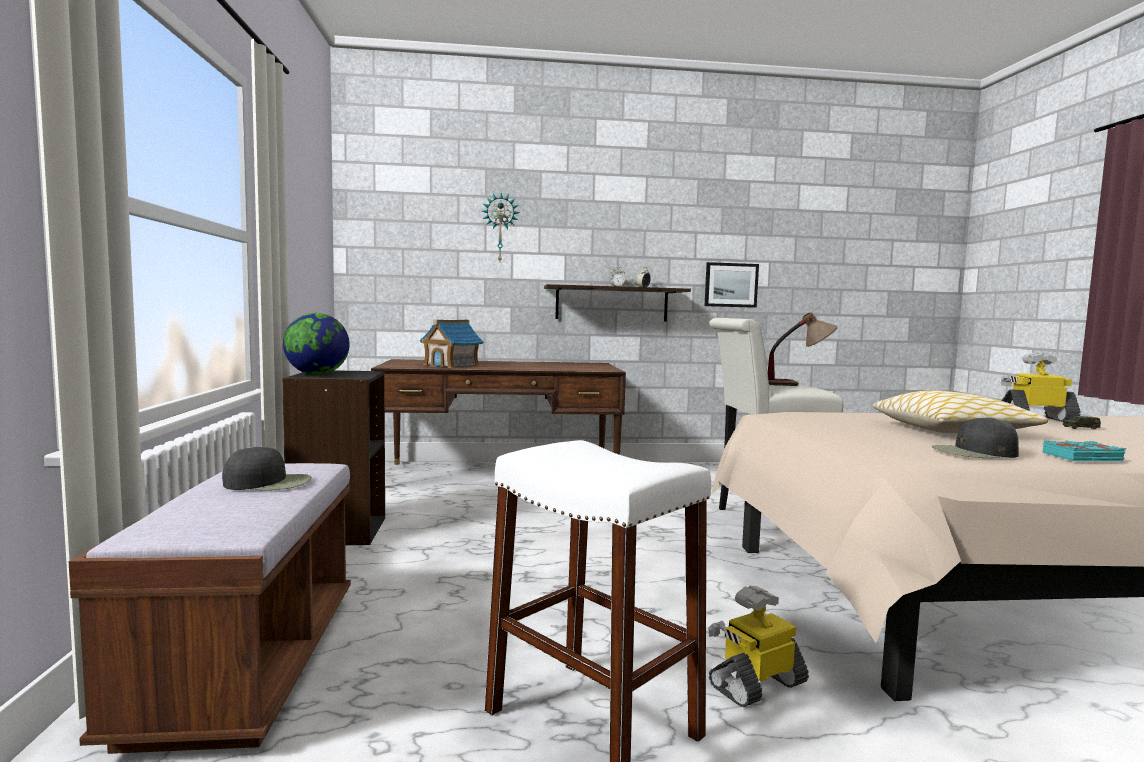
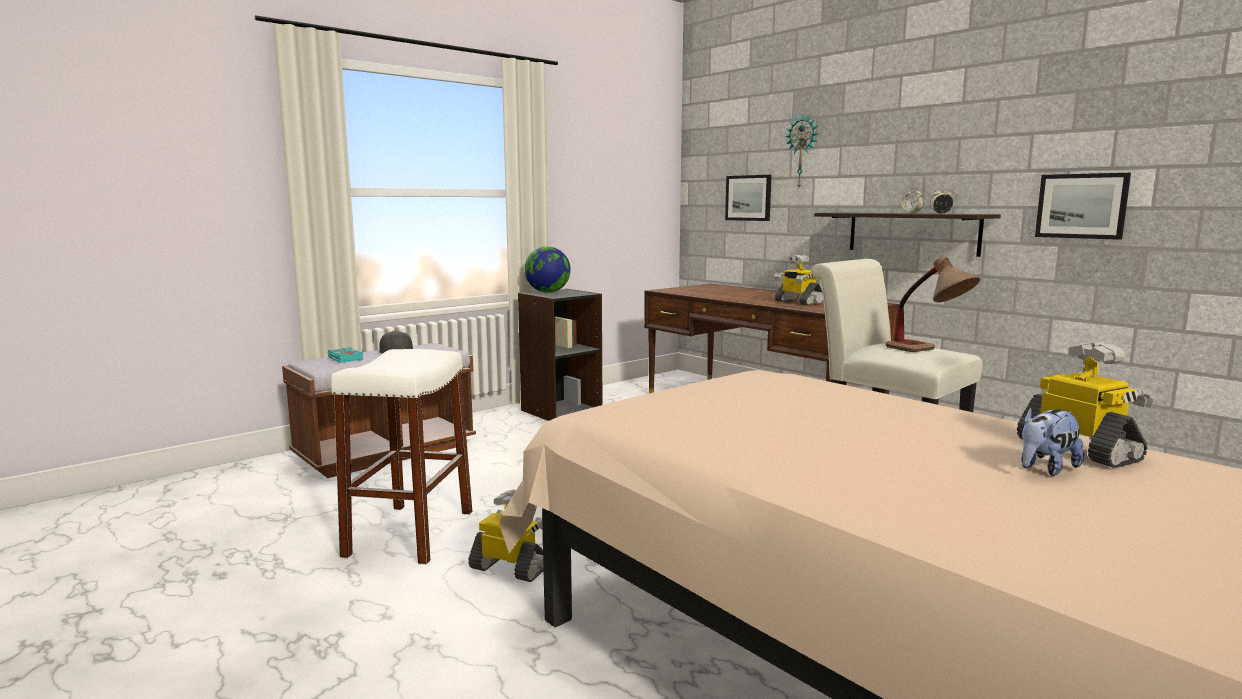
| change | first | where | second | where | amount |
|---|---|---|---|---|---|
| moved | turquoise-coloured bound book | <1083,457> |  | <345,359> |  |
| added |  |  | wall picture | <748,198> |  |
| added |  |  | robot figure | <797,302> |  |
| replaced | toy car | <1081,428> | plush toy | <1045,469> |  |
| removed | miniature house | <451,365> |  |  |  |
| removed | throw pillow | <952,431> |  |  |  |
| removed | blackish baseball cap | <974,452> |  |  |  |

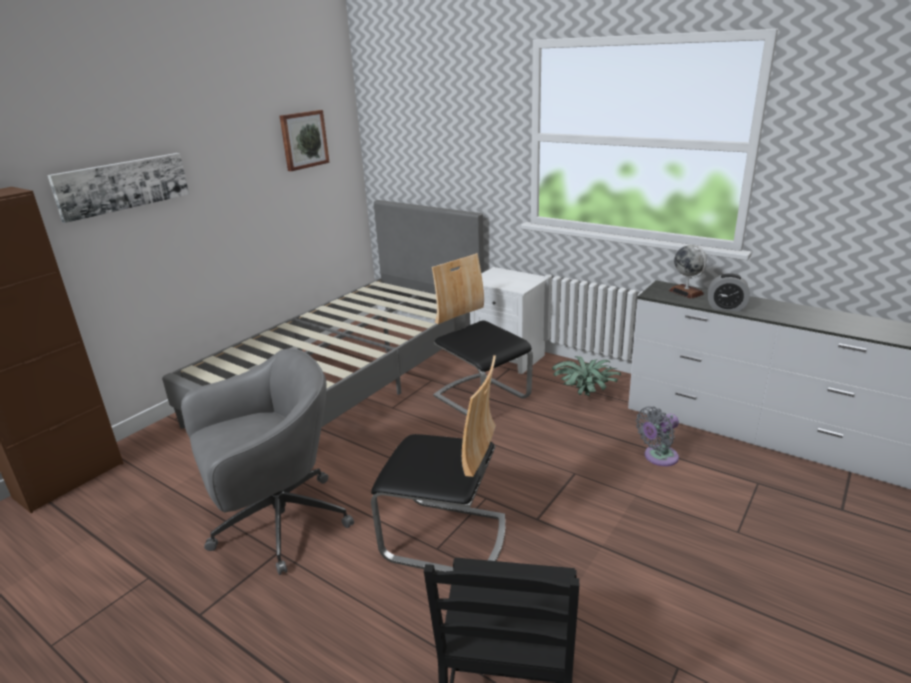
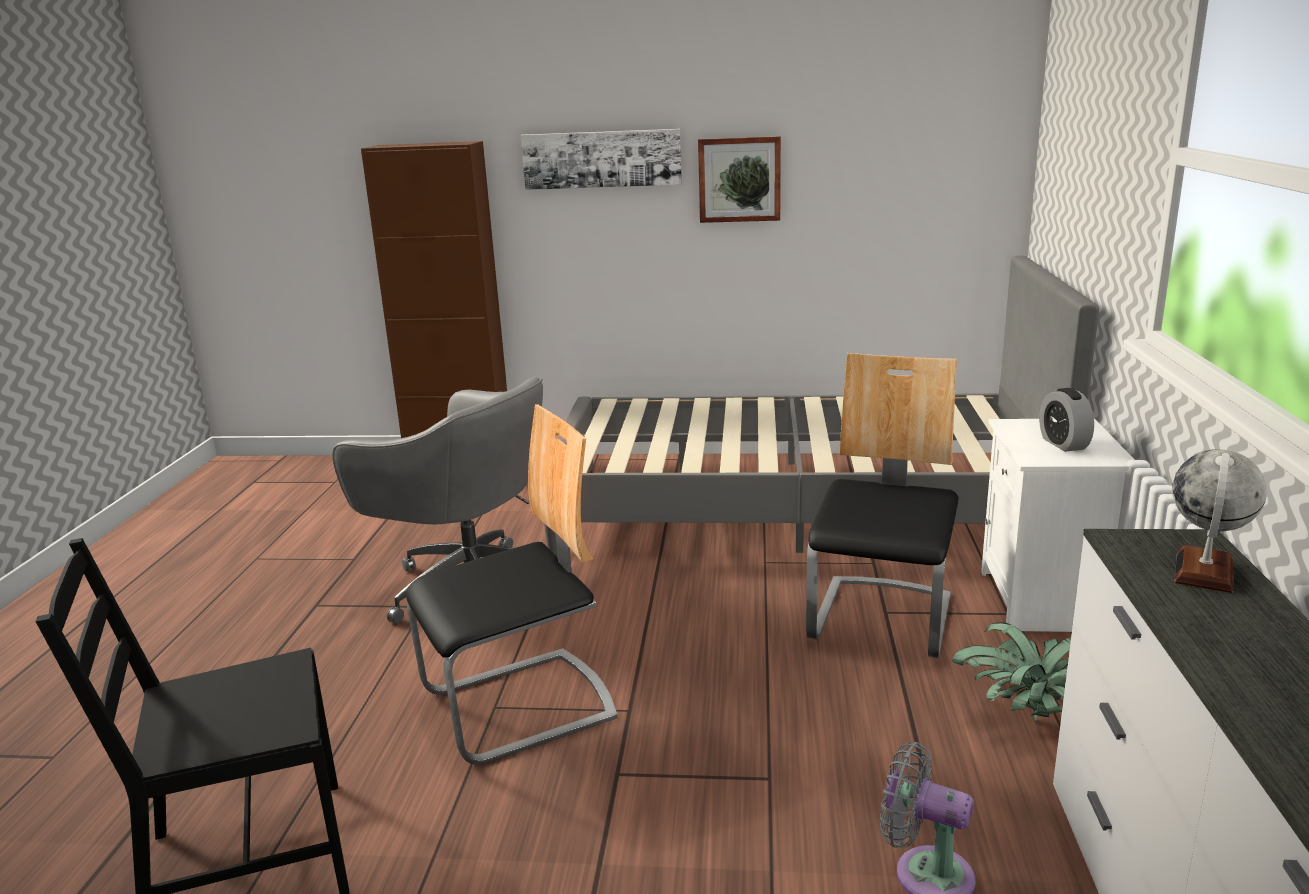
| change | first | where | second | where | amount |
|---|---|---|---|---|---|
| turned | upright chair | <445,538> |  | <520,706> | 105 degrees counterclockwise |
| moved | wall picture | <303,140> |  | <739,179> |  |
| moved | bedside clock | <726,307> |  | <1063,444> |  |

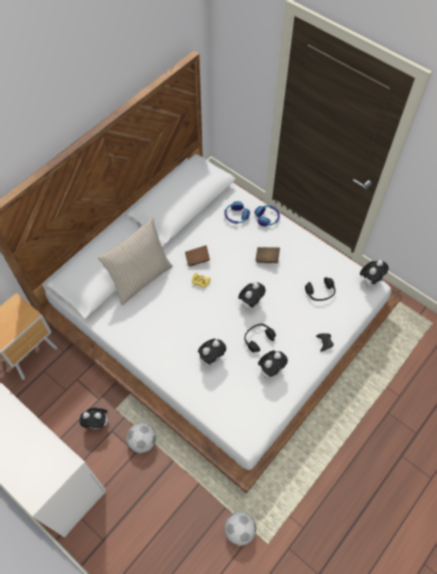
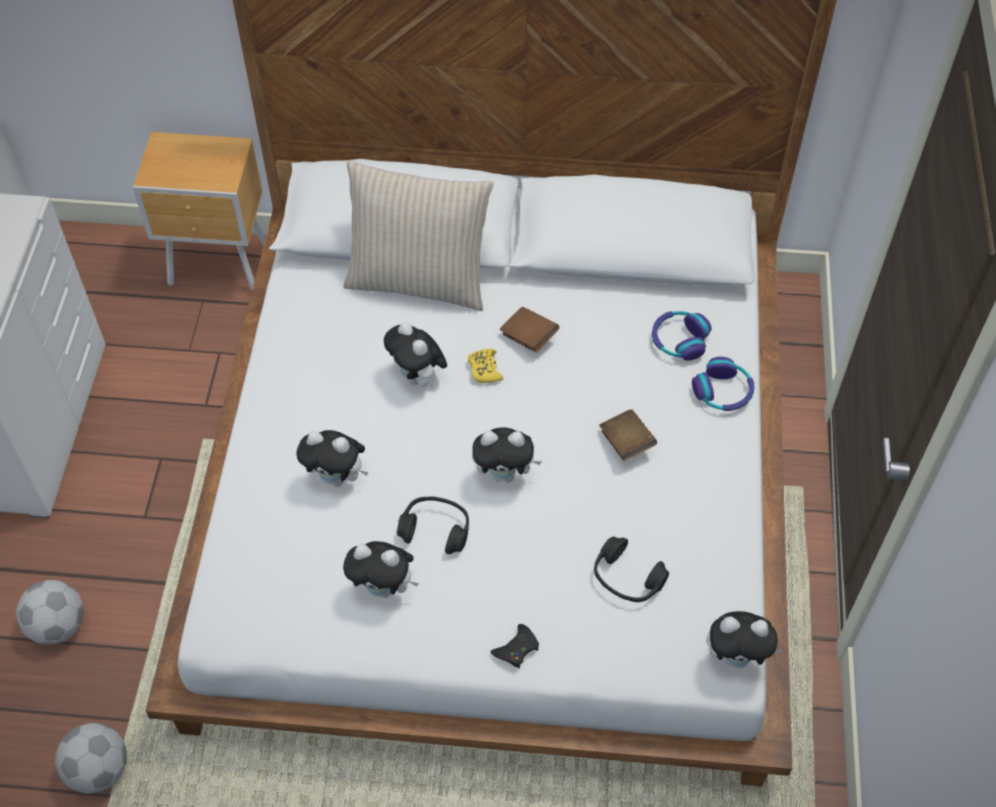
| change | first | where | second | where | amount |
|---|---|---|---|---|---|
| moved | football | <143,442> |  | <58,626> |  |
| moved | plush toy | <98,423> |  | <418,378> |  |

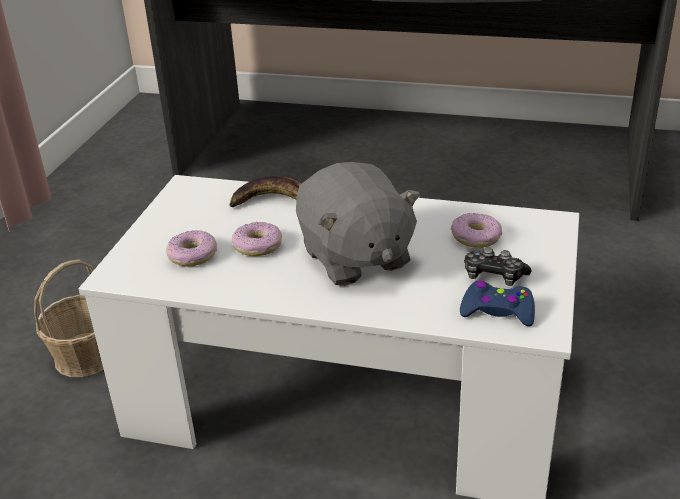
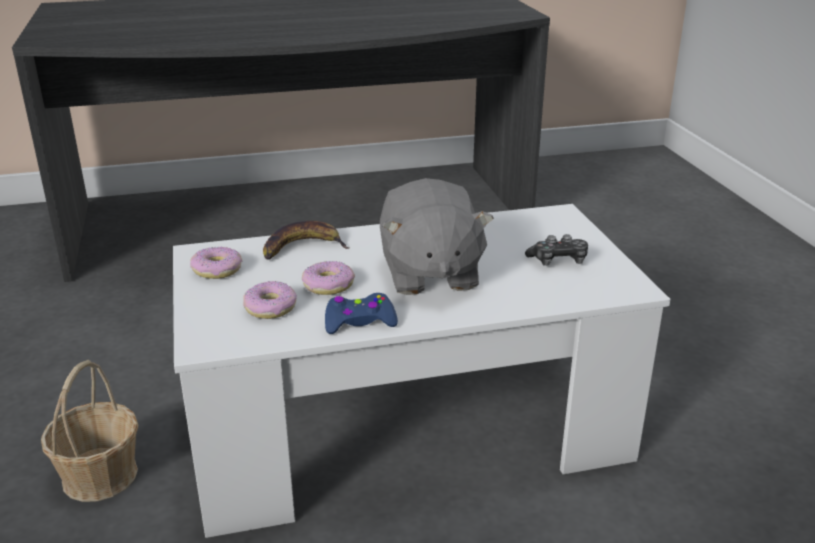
| change | first | where | second | where | amount |
|---|---|---|---|---|---|
| moved | ring doughnut | <476,237> |  | <217,269> |  |
| moved | blue joypad | <497,311> |  | <359,322> |  |
| turned | greyish plush toy | <355,257> |  | <429,274> | 45 degrees clockwise |

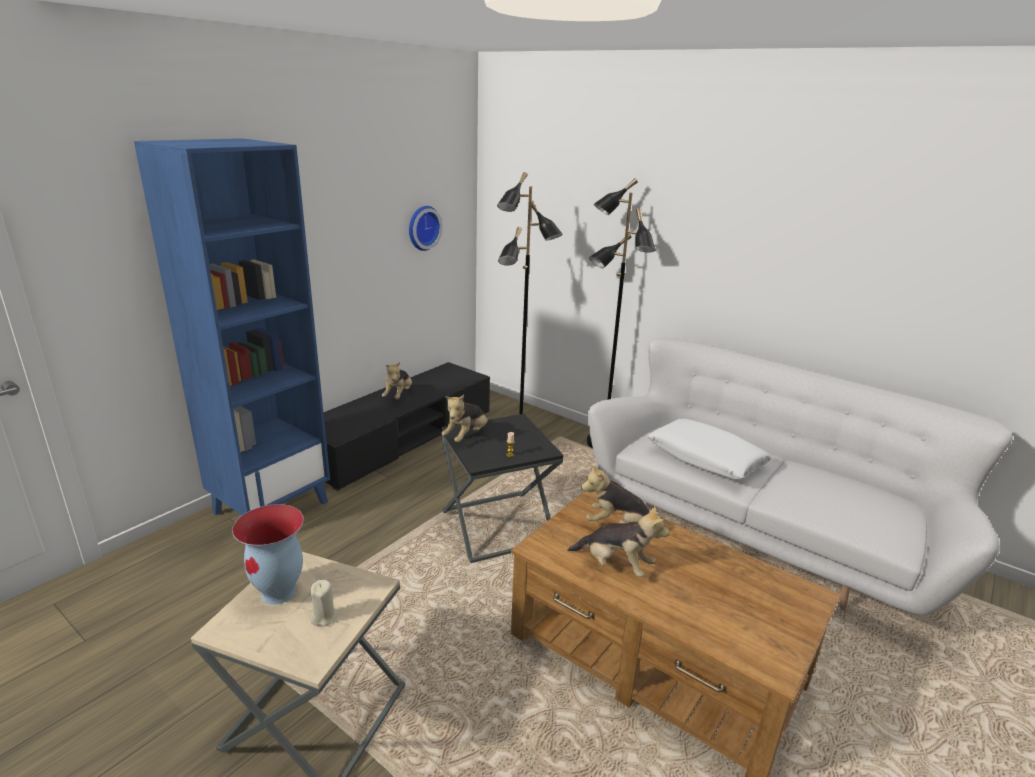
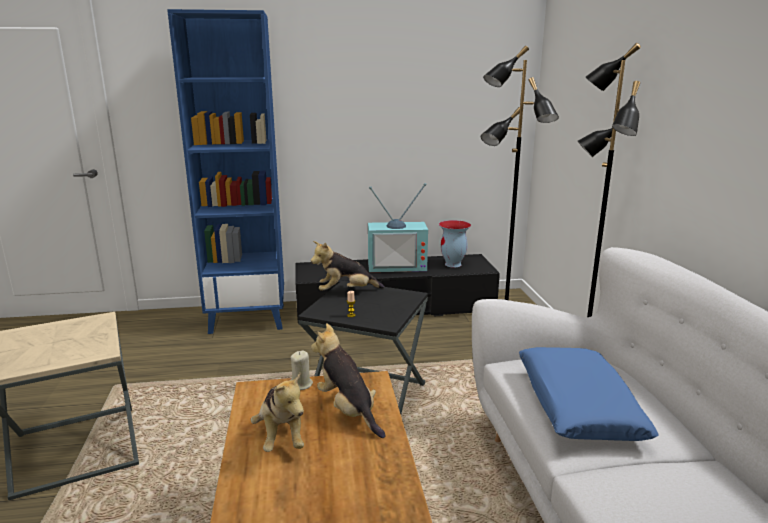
| change | first | where | second | where | amount |
|---|---|---|---|---|---|
| moved | beige-coloured candle | <324,617> |  | <301,384> |  |
| replaced | plush toy | <398,395> | television | <397,265> |  |
| moved | flower vase | <280,592> |  | <453,264> |  |
| recoloured | whitish throw pillow | <705,459> | blue throw pillow | <577,405> |  |
| removed | clock on the wall | <422,227> |  |  |  |

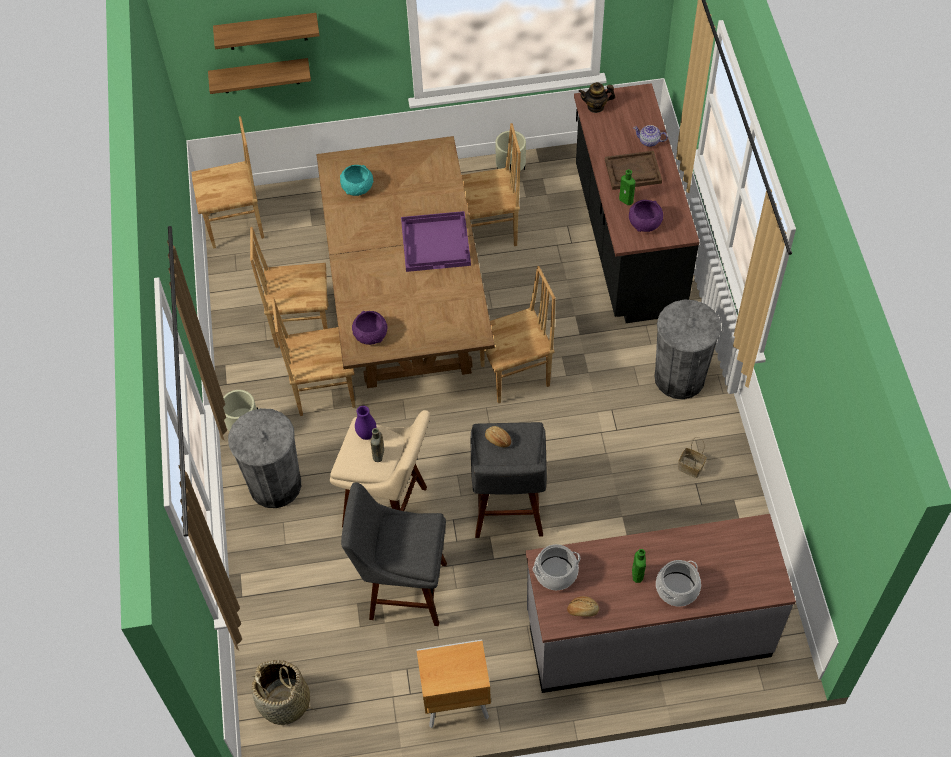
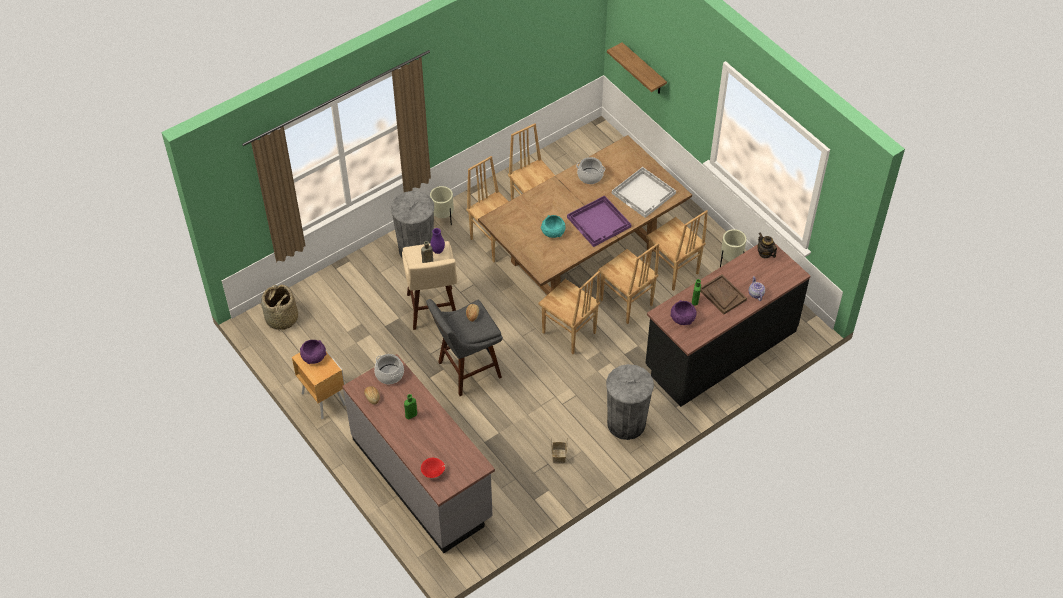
| change | first | where | second | where | amount |
|---|---|---|---|---|---|
| moved | purplish serving bowl | <371,334> |  | <313,356> |  |
| added |  |  | red-coloured serving bowl | <433,472> |  |
| moved | turquoise-coloured serving bowl | <357,187> |  | <553,232> |  |
| moved | stockpot | <677,589> |  | <590,176> |  |
| moved | brown-coloured upright chair | <236,227> |  | <626,303> |  |
| added |  |  | whitish serving tray | <644,193> |  |
| removed | shelf | <267,31> |  |  |  |
| removed | greyish stool seat | <403,590> |  |  |  |

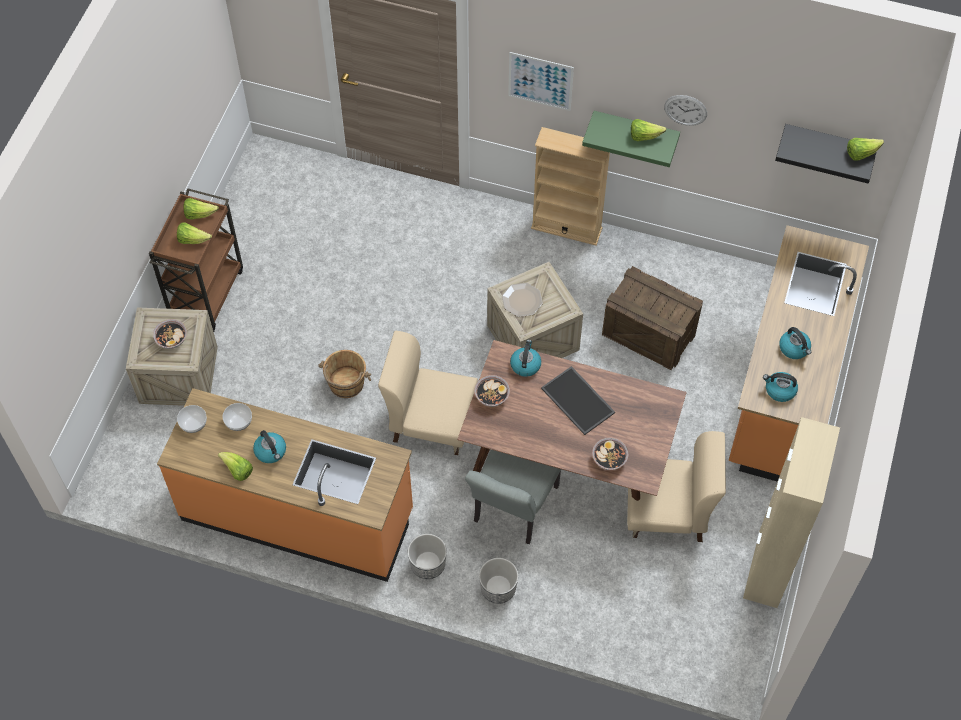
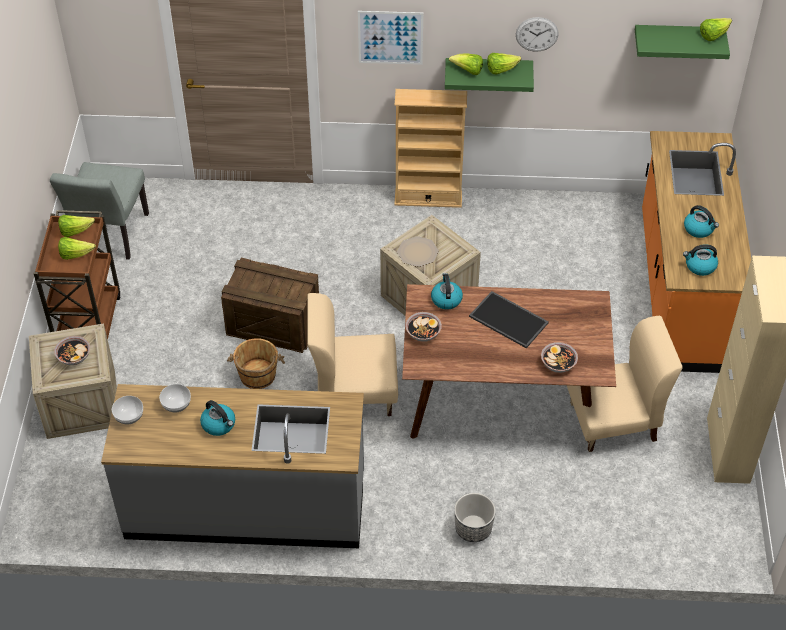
| change | first | where | second | where | amount |
|---|---|---|---|---|---|
| moved | greyish upright chair | <512,509> |  | <110,238> |  |
| recoloured | orange counter | <298,514> | greyish counter | <246,506> |  |
| moved | crate | <648,333> |  | <273,324> |  |
| moved | lettuce | <237,470> |  | <468,71> |  |
| recoloured | blackish shelf | <828,145> | green shelf | <677,39> |  |
| removed | planter | <427,564> |  |  |  |

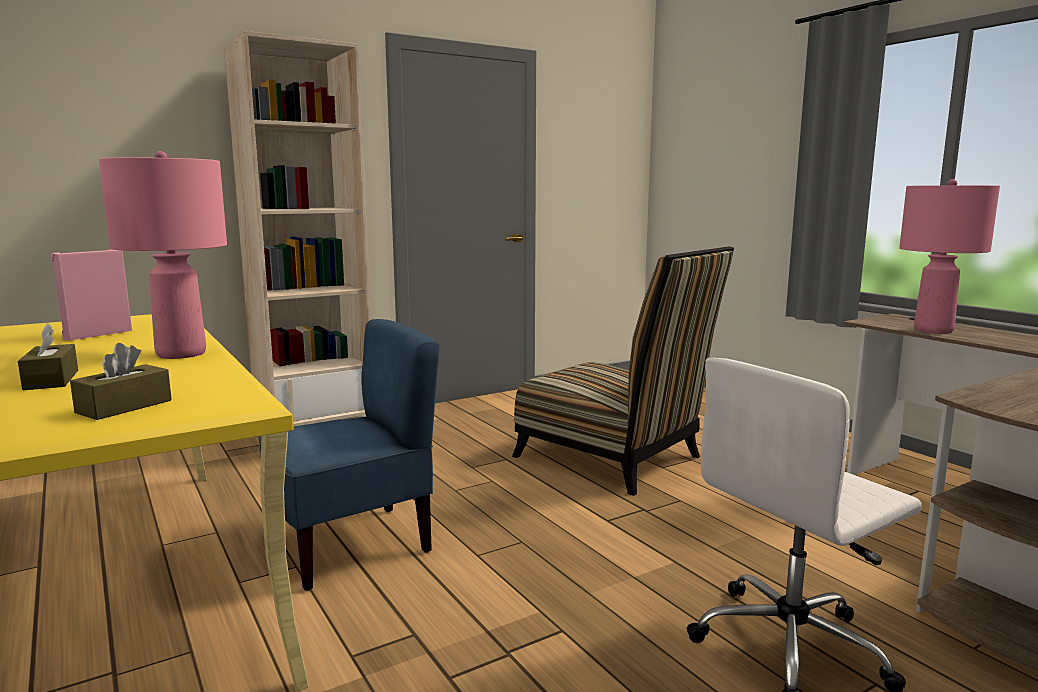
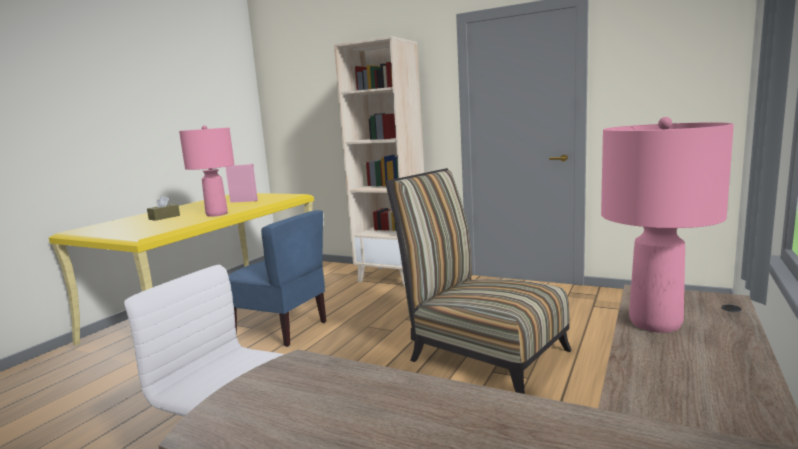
| change | first | where | second | where | amount |
|---|---|---|---|---|---|
| turned | upright chair | <616,460> |  | <481,352> | 120 degrees clockwise |
| removed | brown-coloured box of tissues | <124,406> |  |  |  |

